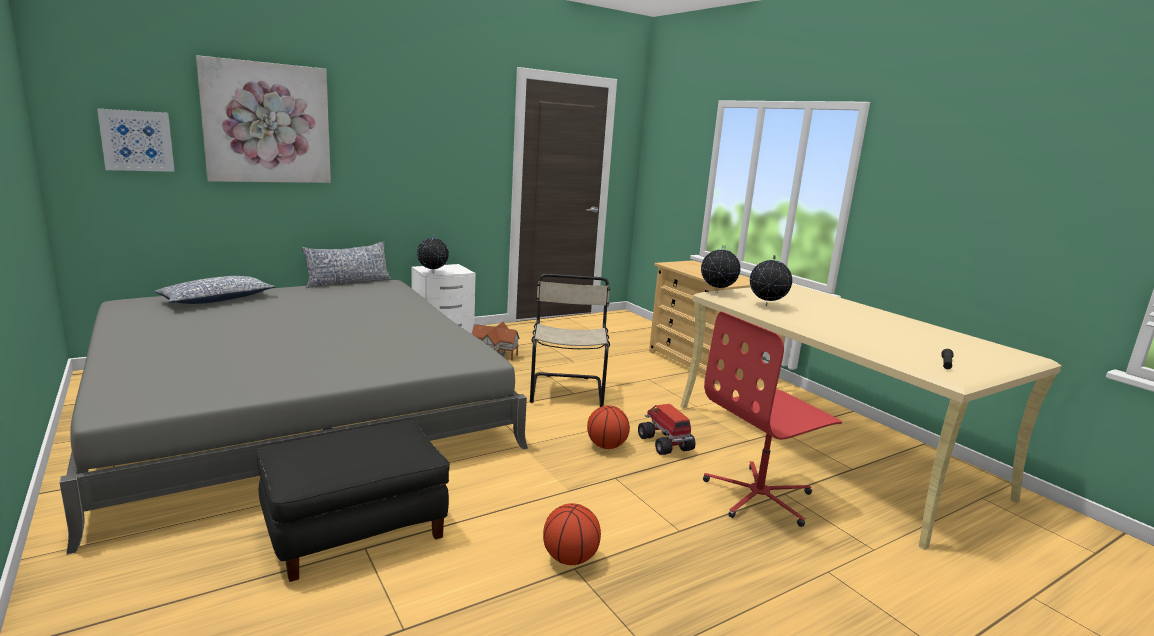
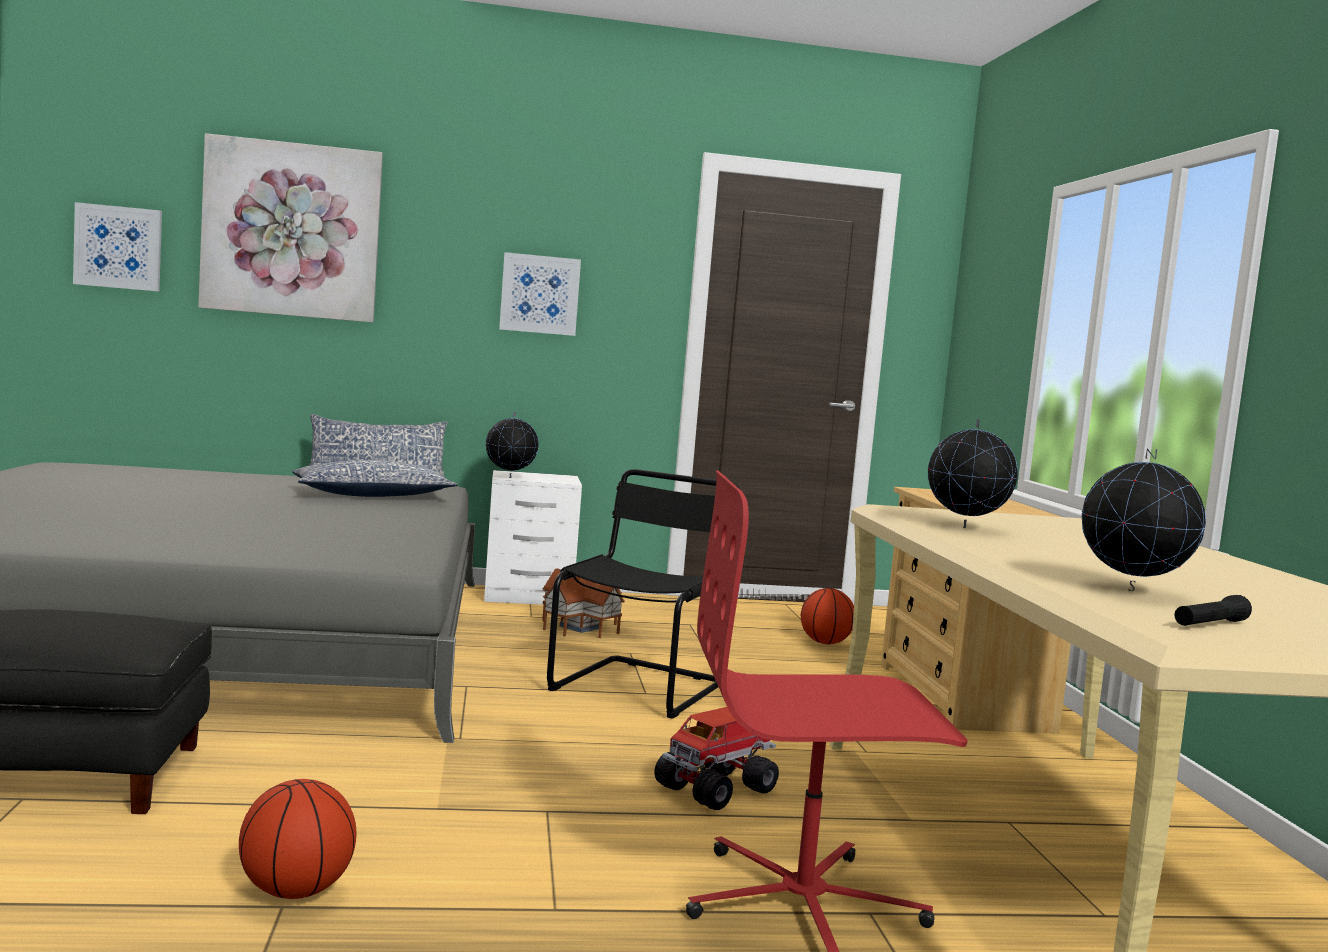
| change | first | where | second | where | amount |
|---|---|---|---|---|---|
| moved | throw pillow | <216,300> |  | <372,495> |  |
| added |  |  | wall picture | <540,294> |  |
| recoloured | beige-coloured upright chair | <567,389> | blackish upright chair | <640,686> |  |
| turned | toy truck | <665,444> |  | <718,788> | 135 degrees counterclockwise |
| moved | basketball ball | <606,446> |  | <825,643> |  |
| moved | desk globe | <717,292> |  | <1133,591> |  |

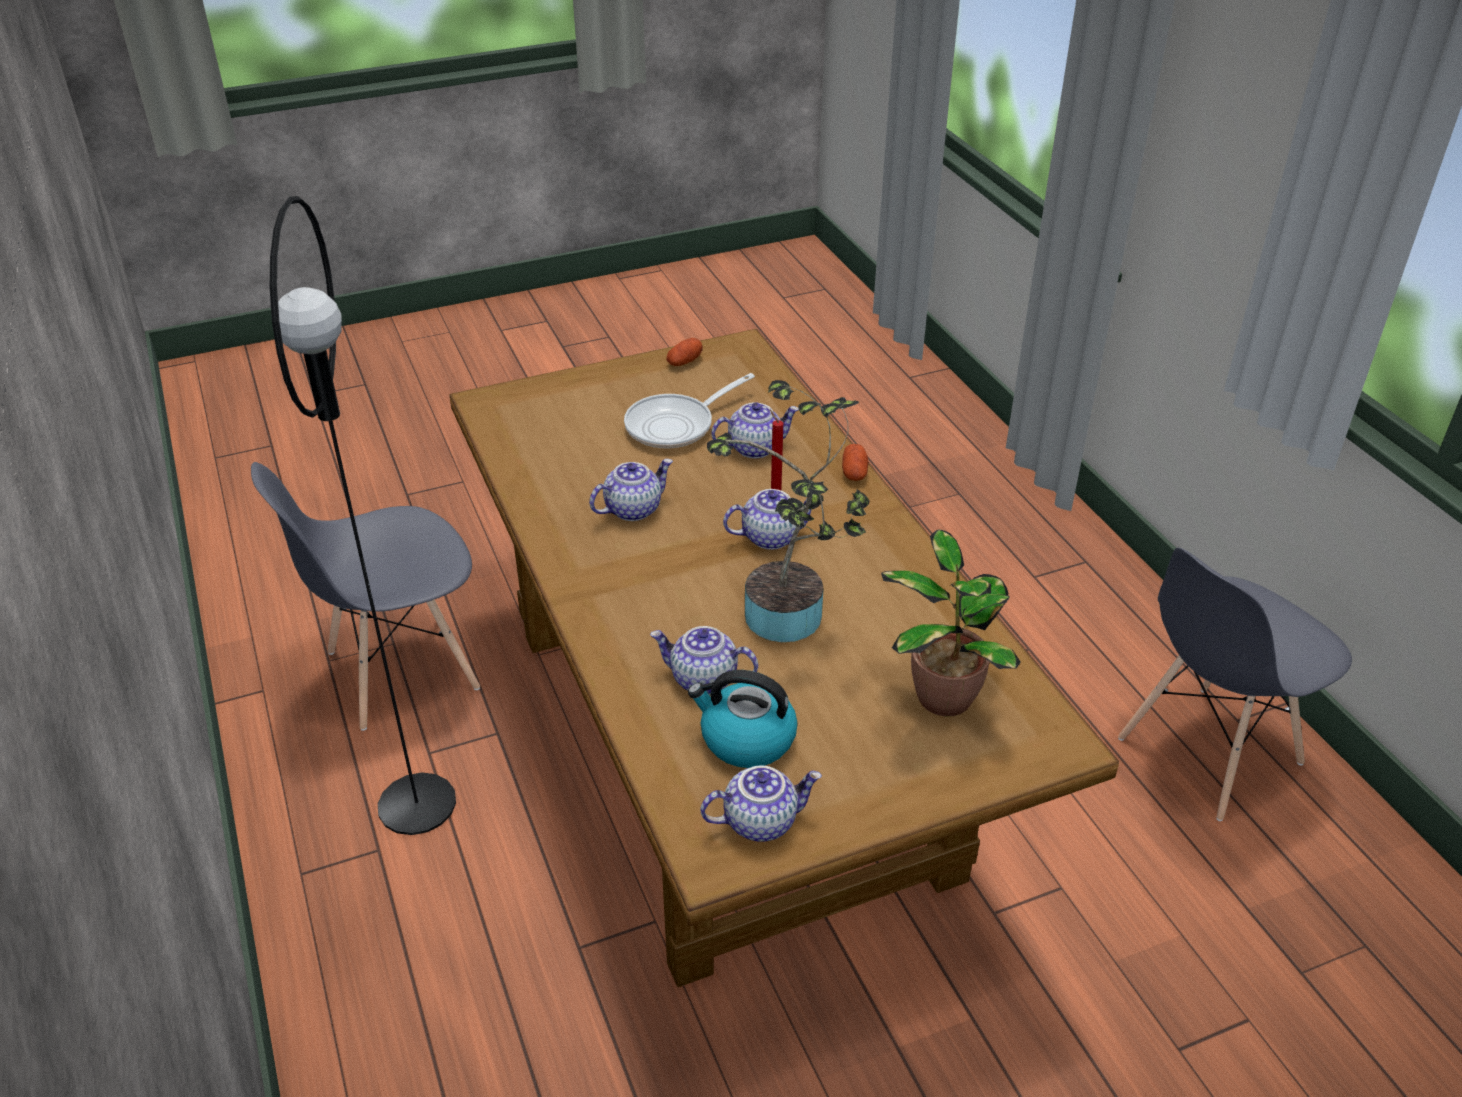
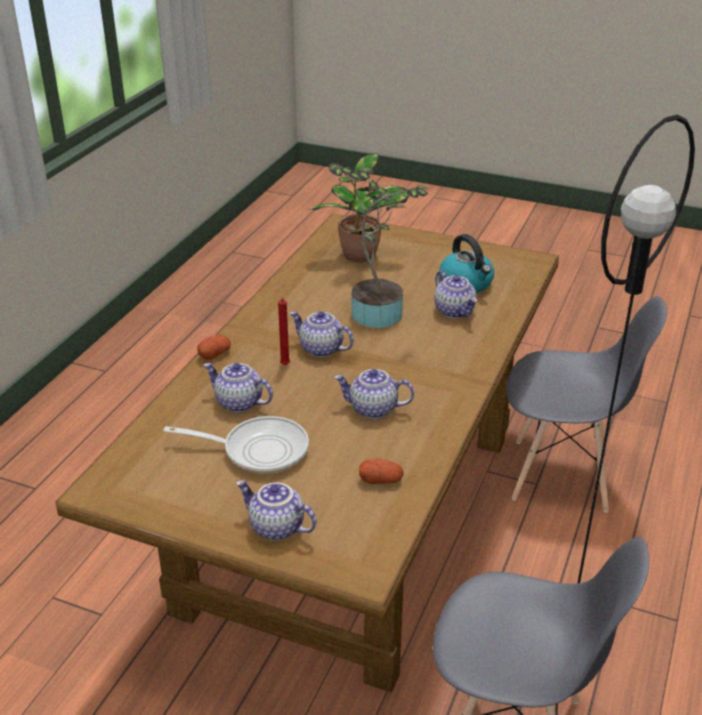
| change | first | where | second | where | amount |
|---|---|---|---|---|---|
| moved | pot for tea | <760,820> |  | <275,528> |  |
| moved | whole potato | <684,362> |  | <381,480> |  |
| moved | greyish upright chair | <1208,751> |  | <561,475> |  |

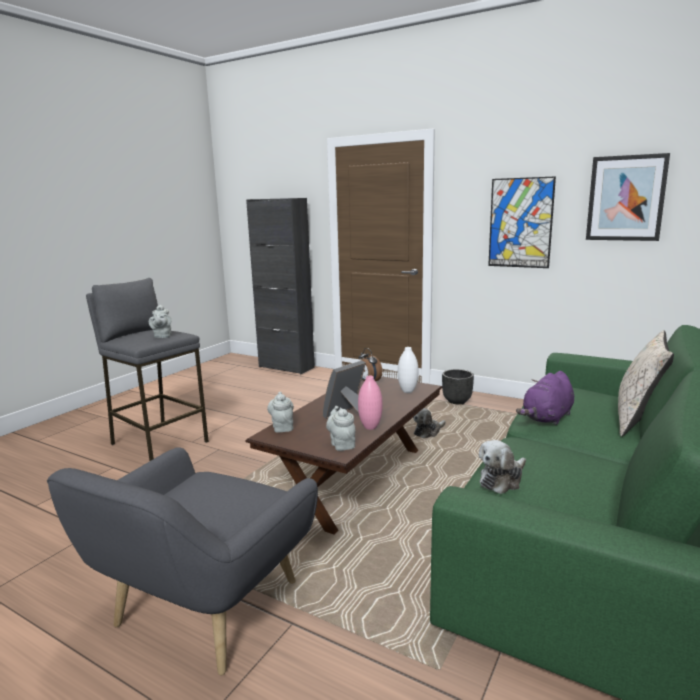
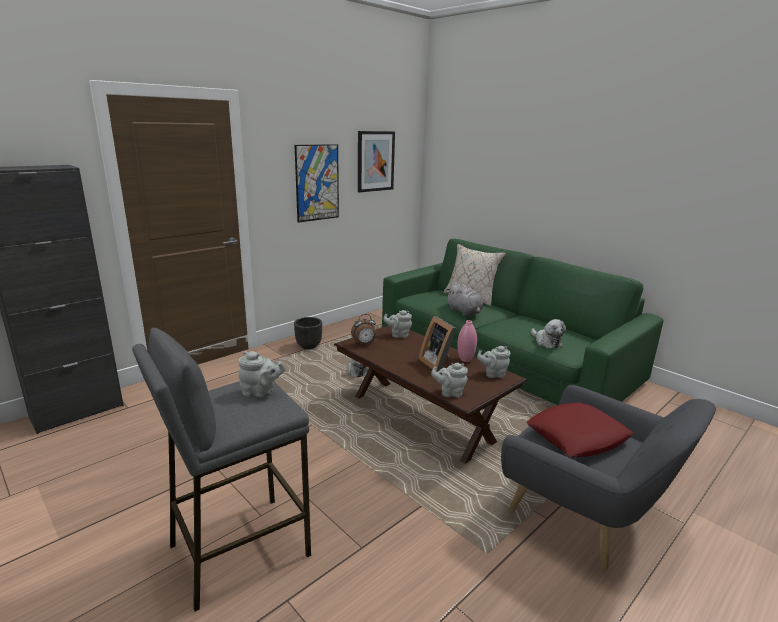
| change | first | where | second | where | amount |
|---|---|---|---|---|---|
| replaced | whitish flower vase | <407,391> | greyish pot for tea | <398,335> |  |
| recoloured | purplish plush toy | <547,418> | greyish plush toy | <464,312> |  |
| added |  |  | red-coloured throw pillow | <577,436> |  |

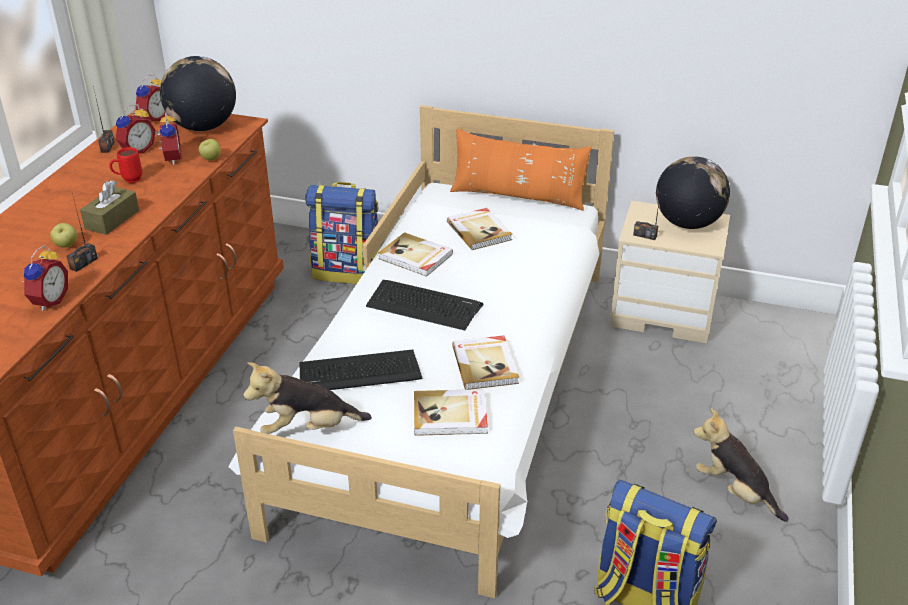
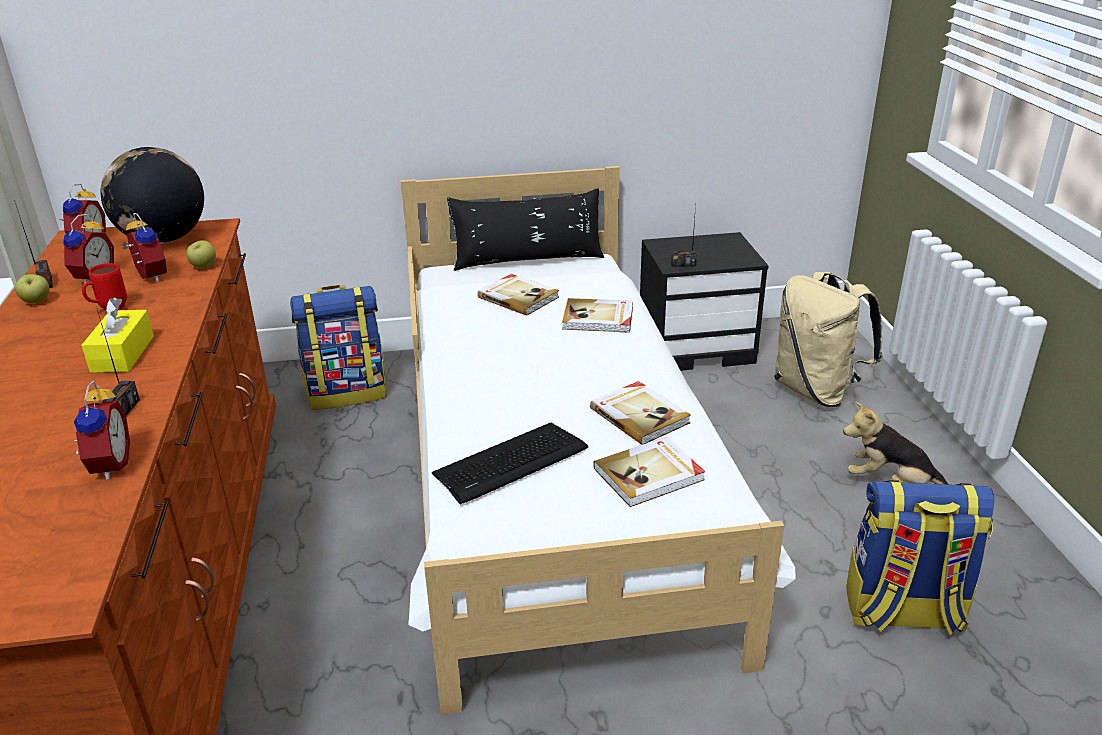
| change | first | where | second | where | amount |
|---|---|---|---|---|---|
| moved | whole apple | <66,246> |  | <37,302> |  |
| recoloured | brown-coloured box of tissues | <112,219> | yellow-coloured box of tissues | <123,354> |  |
| recoloured | orange throw pillow | <518,196> | blackish throw pillow | <528,260> |  |
| moved | bound book | <415,257> |  | <598,318> |  |
| recoloured | beige-coloured nightstand | <664,312> | blackish nightstand | <697,347> |  |
| added |  |  | beige-coloured knapsack | <816,391> |  |
| removed | plush toy | <308,428> |  |  |  |
| removed | keyboard | <424,305> |  |  |  |
| removed | desk globe | <687,223> |  |  |  |

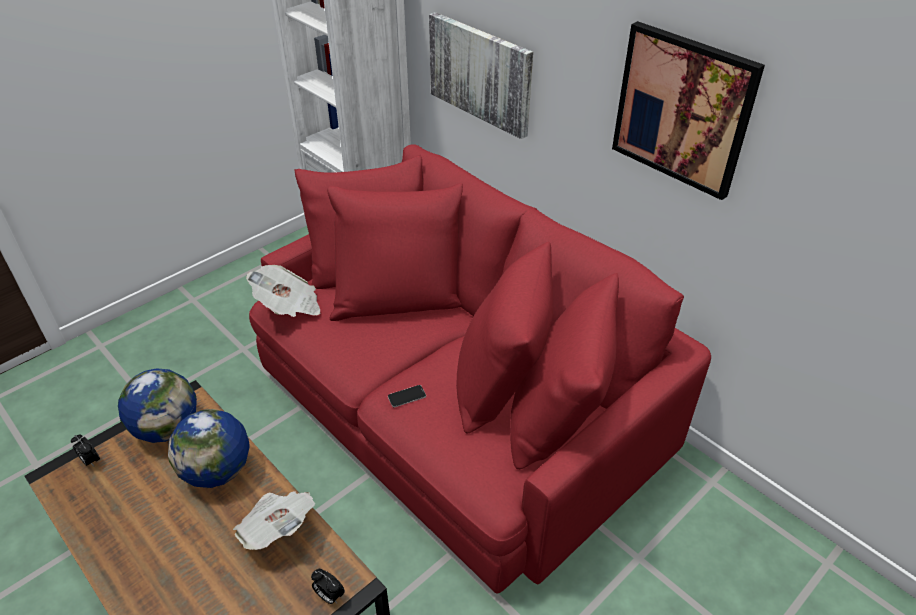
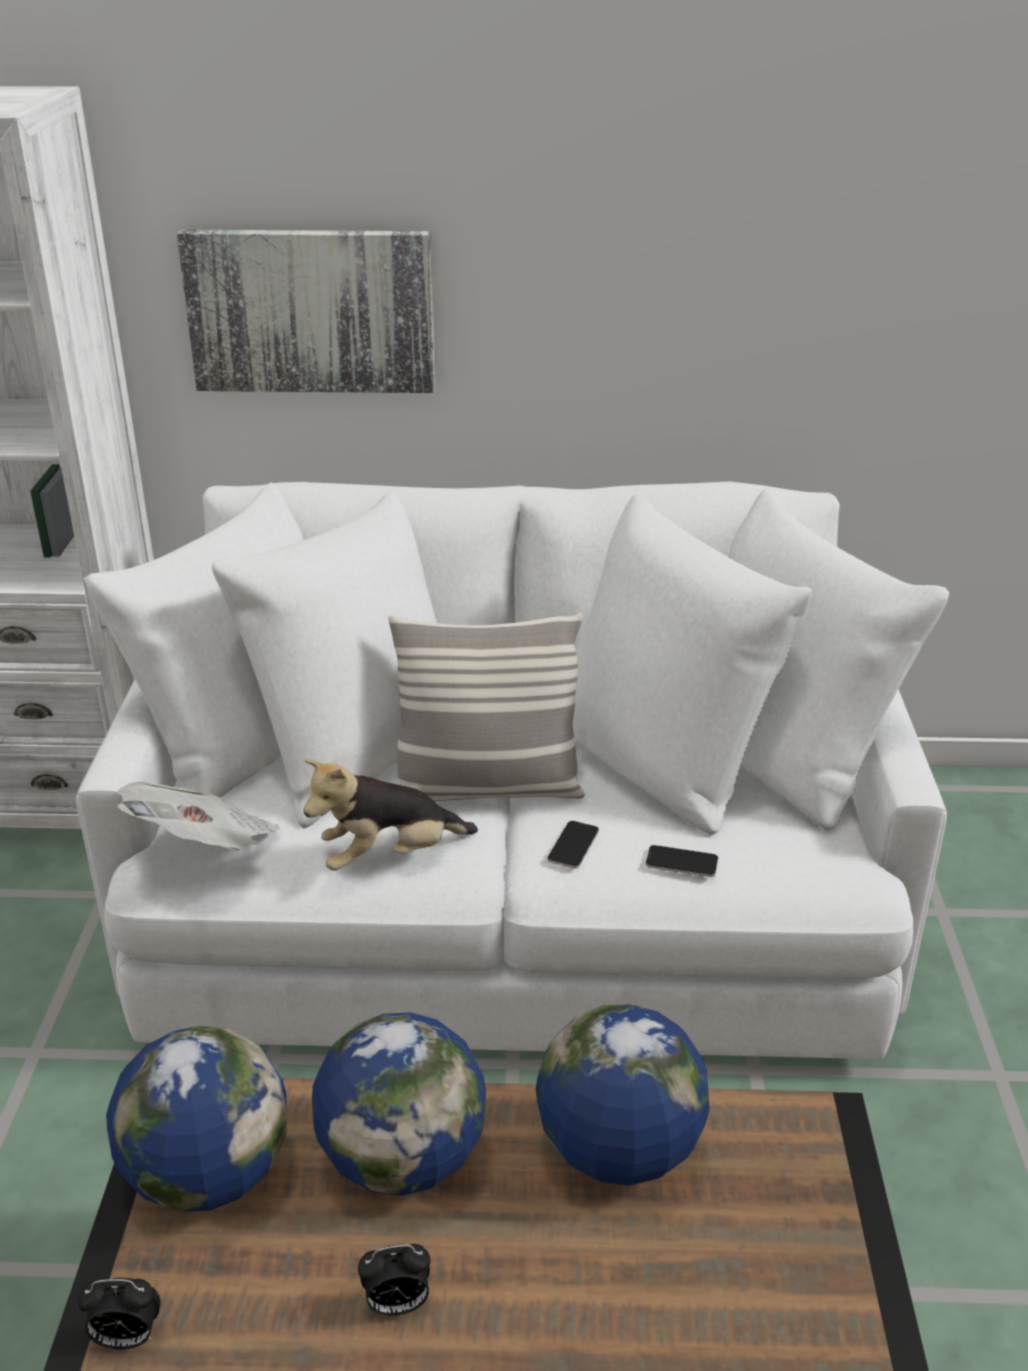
| change | first | where | second | where | amount |
|---|---|---|---|---|---|
| recoloured | red-coloured sofa | <460,406> | whitish sofa | <515,896> |  |
| added |  |  | plush toy | <389,856> |  |
| moved | bedside clock | <329,596> |  | <397,1304> |  |
| added |  |  | throw pillow | <487,789> |  |
| replaced | newspaper | <277,528> | desk globe | <618,1151> |  |
| added |  |  | phone | <681,862> |  |
| removed | wall picture | <683,109> |  |  |  |

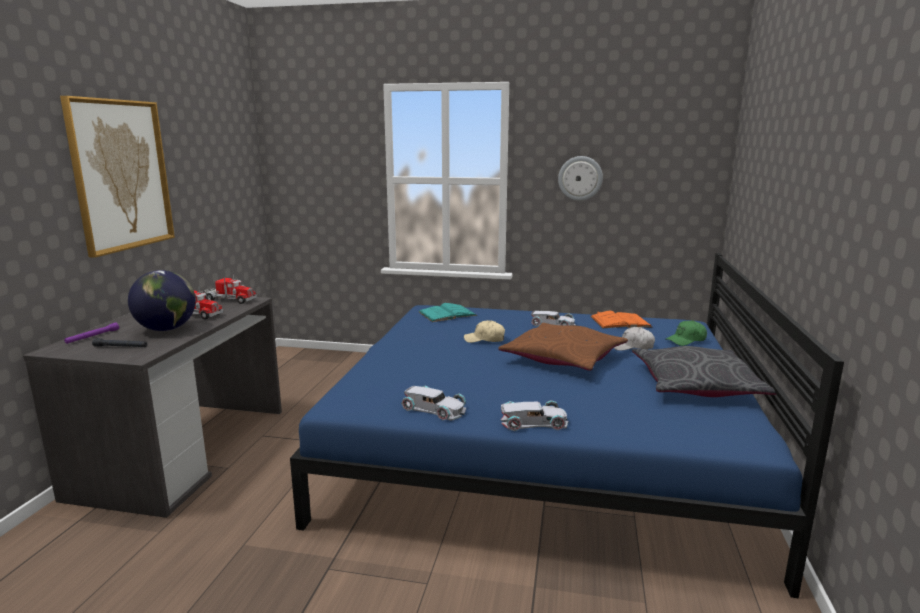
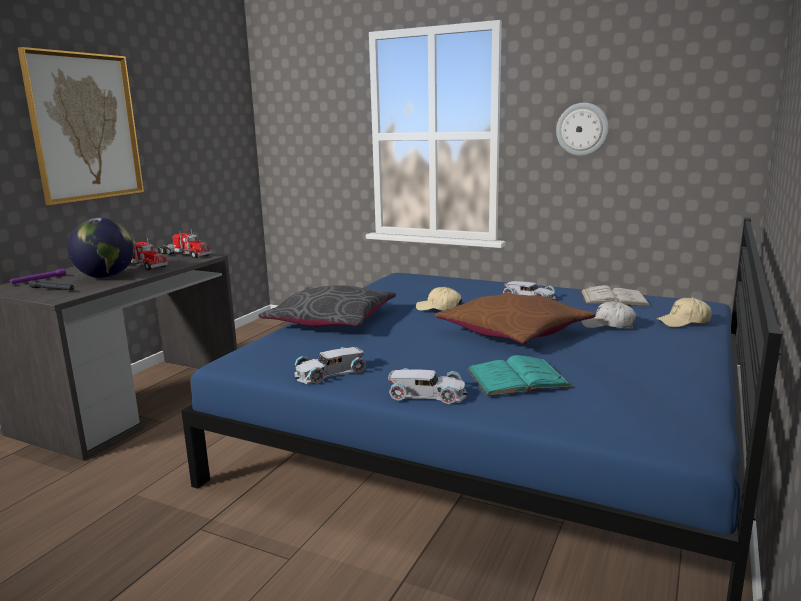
| change | first | where | second | where | amount |
|---|---|---|---|---|---|
| moved | greyish throw pillow | <696,385> |  | <331,320> |  |
| turned | whitish toy car | <434,409> |  | <329,372> | 105 degrees clockwise |
| moved | turquoise-coloured bound book | <447,314> |  | <518,377> |  |
| recoloured | orange bound book | <620,322> | whitish bound book | <613,298> |  |
| recoloured | green baseball cap | <686,340> | beige-coloured baseball cap | <684,322> |  |

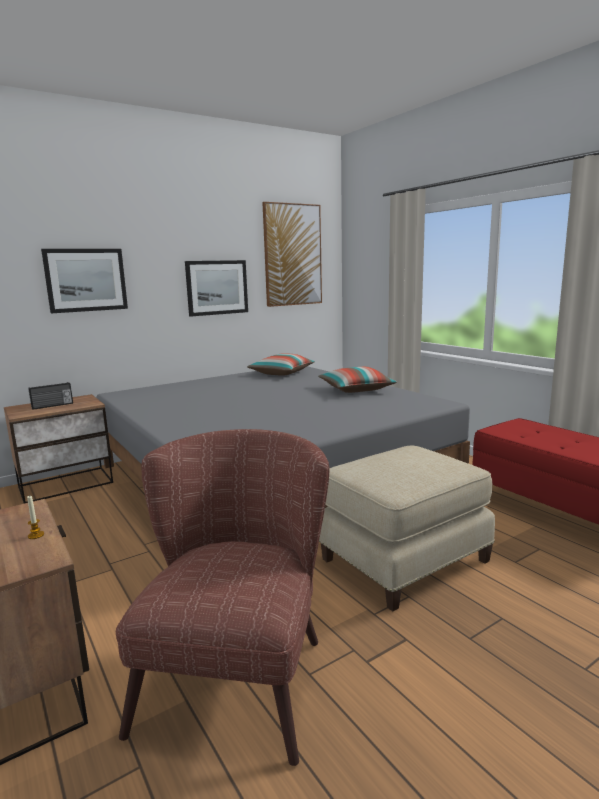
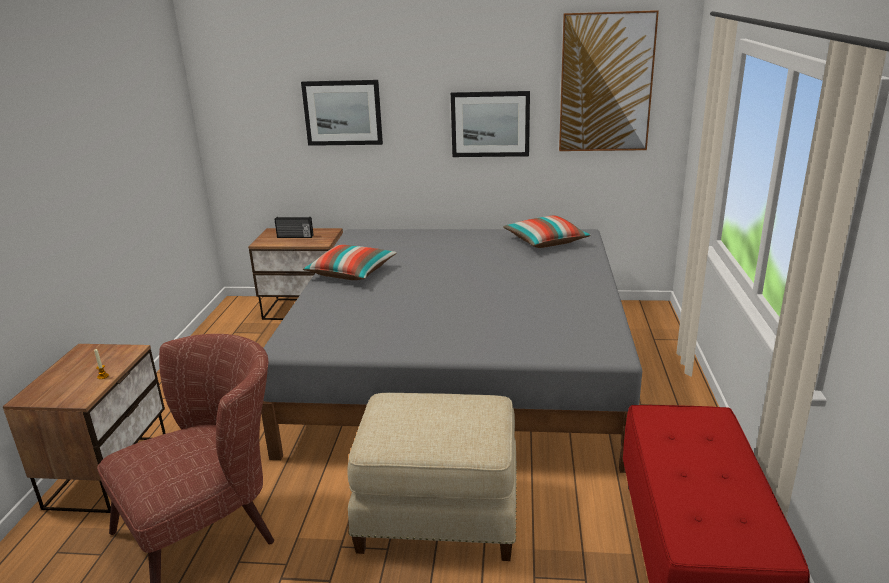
| change | first | where | second | where | amount |
|---|---|---|---|---|---|
| moved | throw pillow | <356,390> |  | <351,273> |  |

